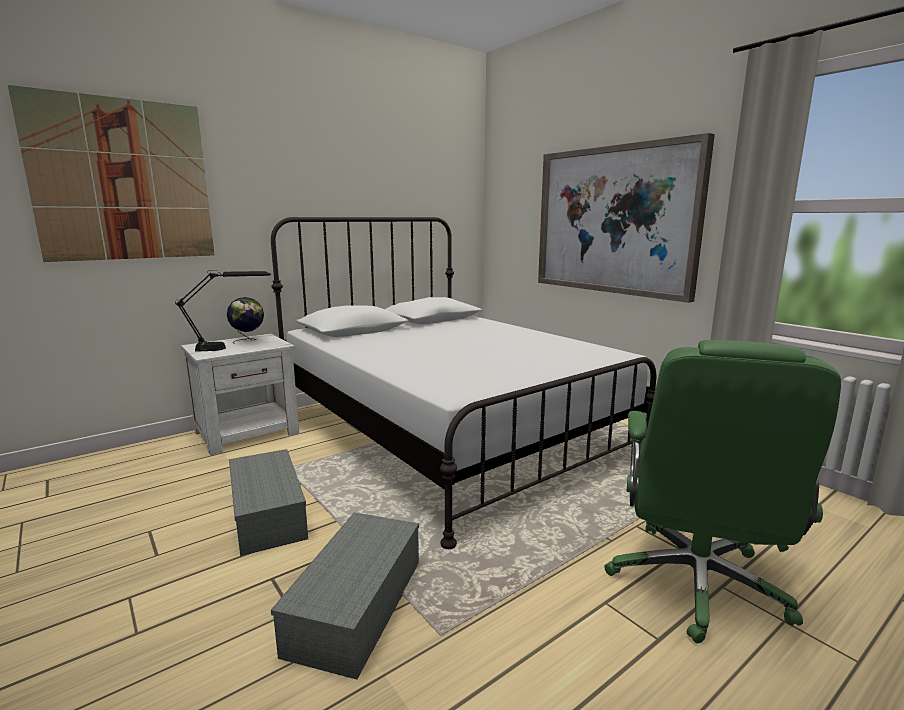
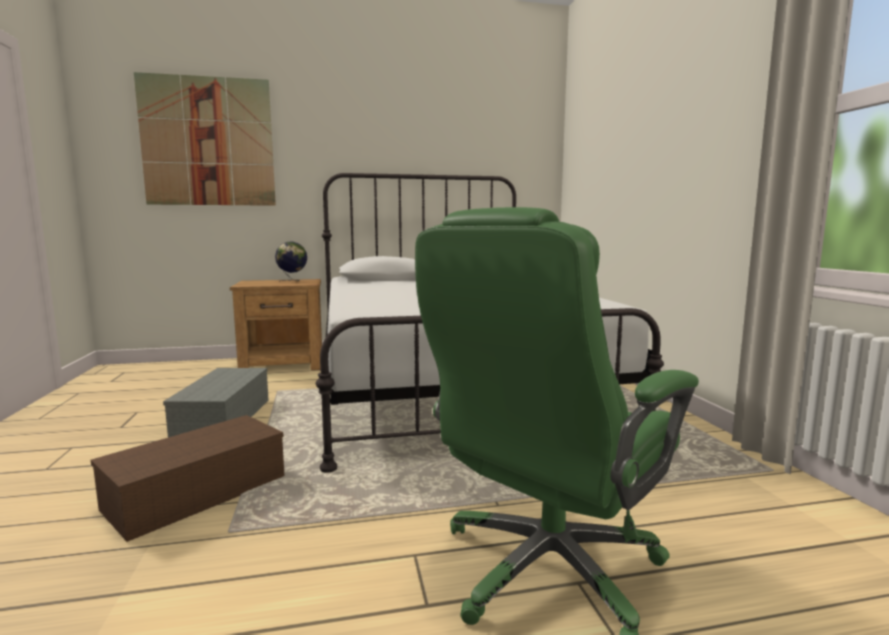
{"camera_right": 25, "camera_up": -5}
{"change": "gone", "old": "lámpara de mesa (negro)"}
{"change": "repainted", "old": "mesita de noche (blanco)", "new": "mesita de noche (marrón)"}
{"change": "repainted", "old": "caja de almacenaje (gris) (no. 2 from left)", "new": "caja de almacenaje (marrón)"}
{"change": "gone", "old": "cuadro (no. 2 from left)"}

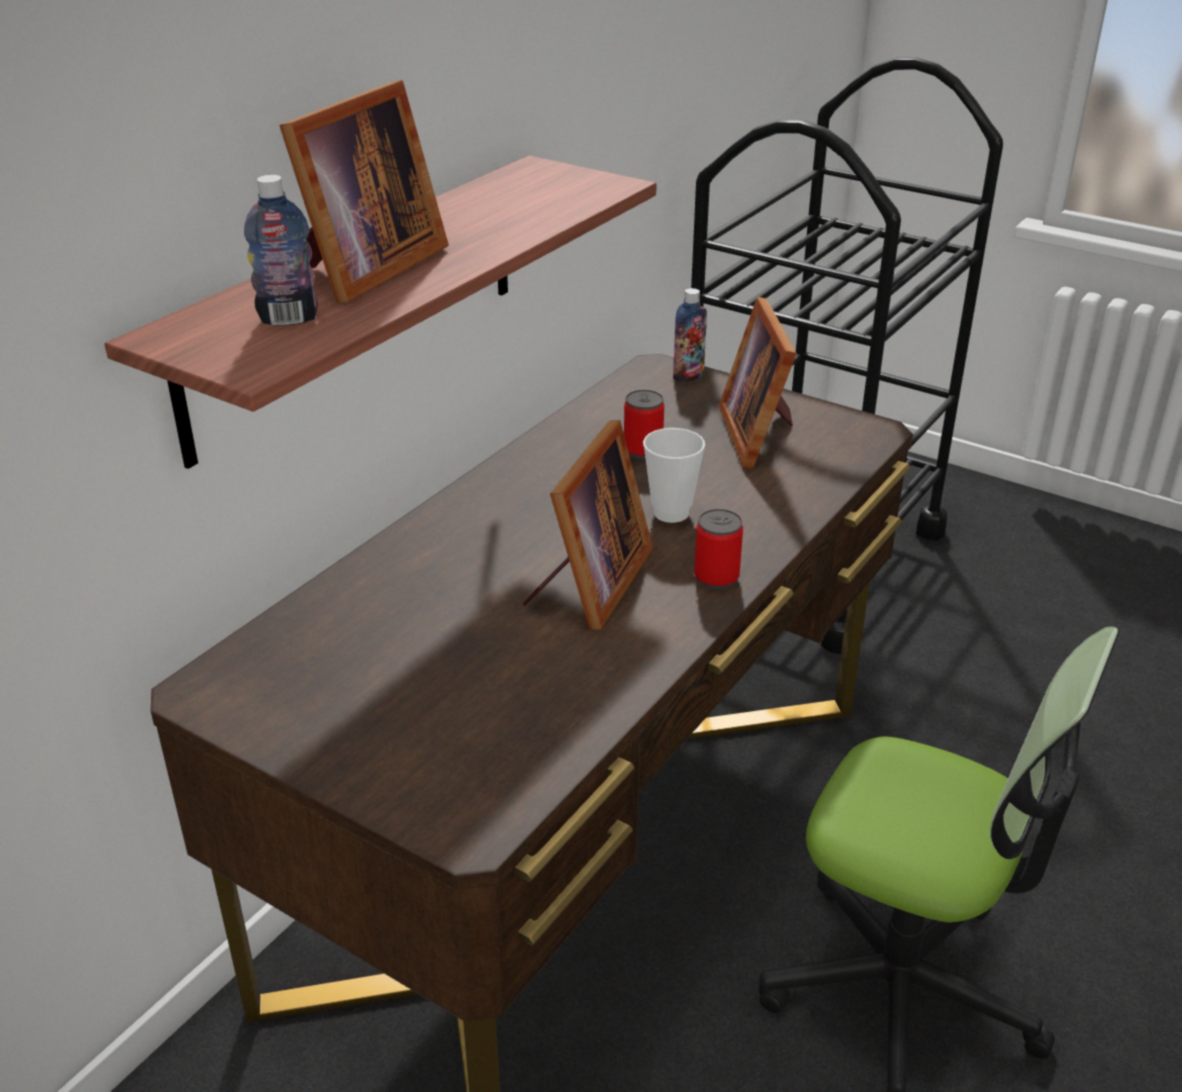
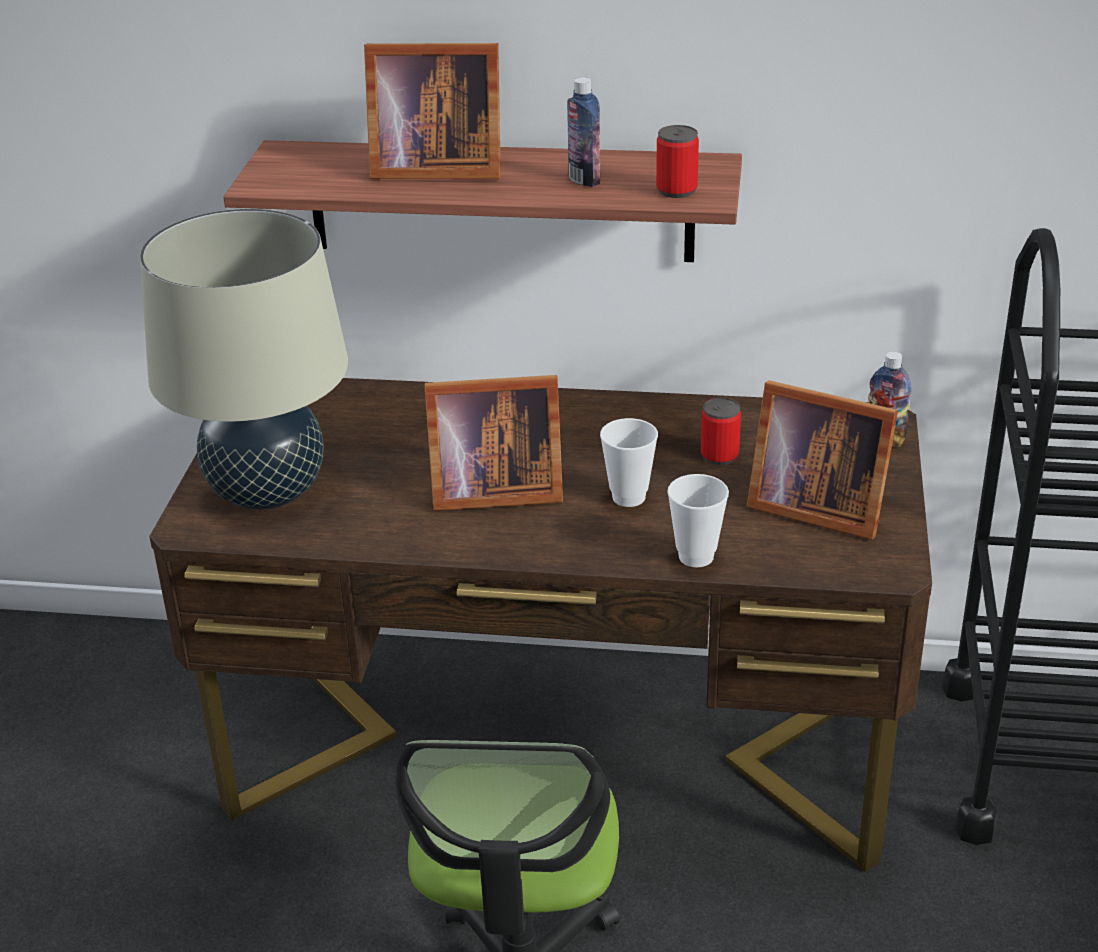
{"camera_right": 65, "camera_up": 0}
{"change": "shifted", "old": "botella (no. 1 from left)"}
{"change": "shifted", "old": "lata (no. 2 from left in the first image)", "new": "lata (no. 1 from left)"}
{"change": "rotated", "old": "portarretratos (no. 3 from left)", "degrees": -120}
{"change": "new", "new": "lámpara de mesa (beis)"}
{"change": "new", "new": "taza (no. 2 from left)"}

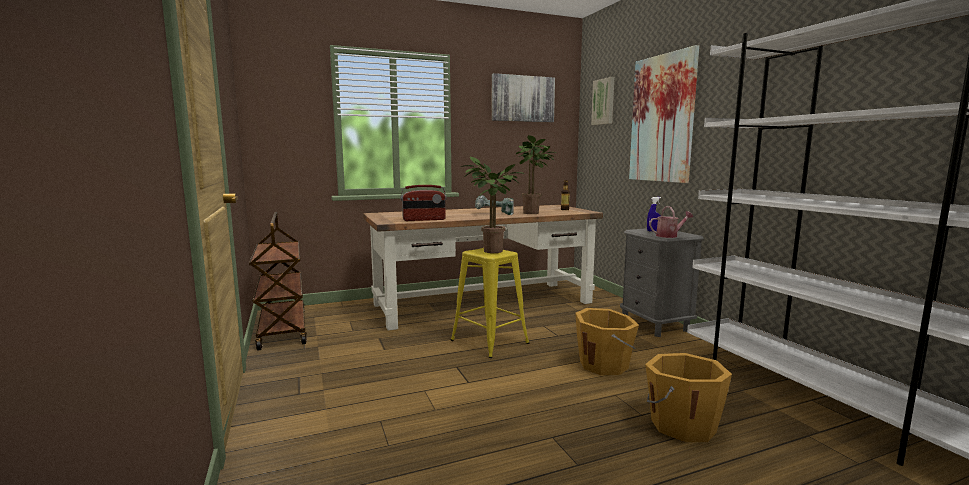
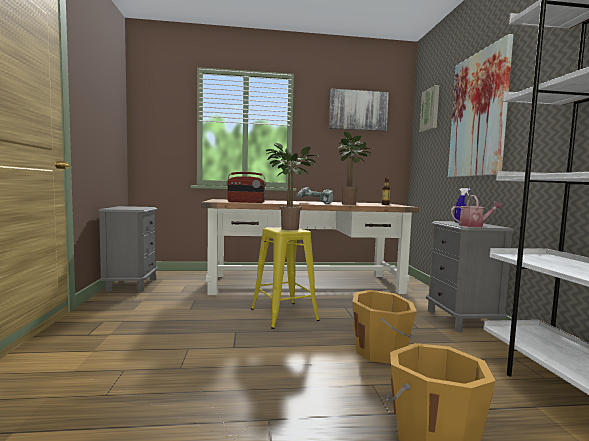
{"camera_right": 15, "camera_up": -5}
{"change": "swapped", "old": "carrito (marrón)", "new": "mesita de noche (gris) (no. 1 from left)"}

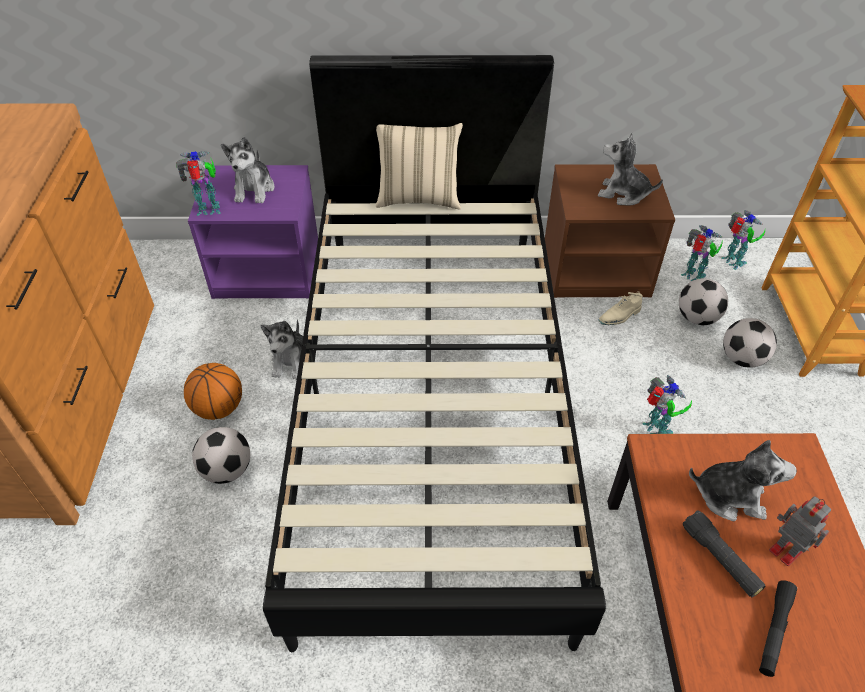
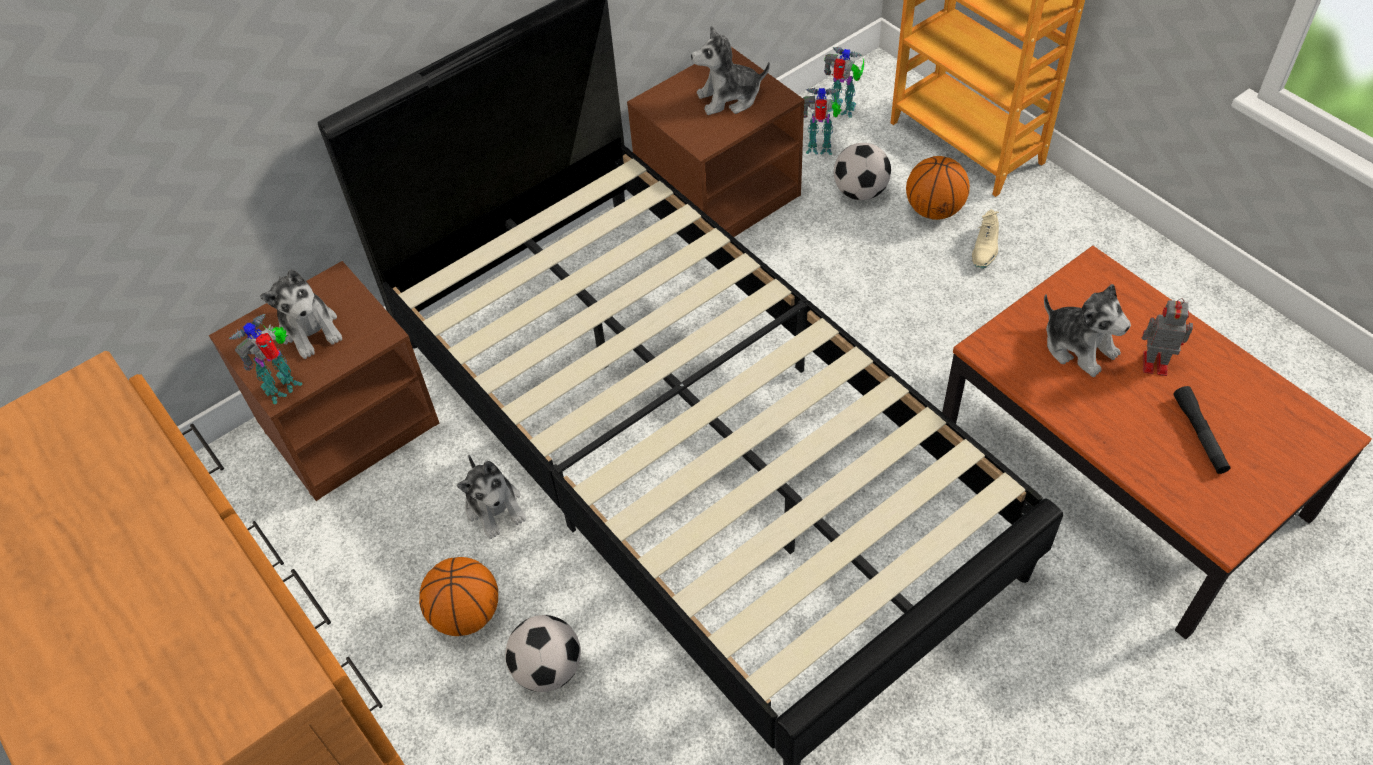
{"camera_right": -35, "camera_up": 5}
{"change": "repainted", "old": "mesita de noche (morado)", "new": "mesita de noche (marrón) (no. 1 from left)"}
{"change": "gone", "old": "cojín (beis)"}
{"change": "shifted", "old": "zapato (beis)"}
{"change": "gone", "old": "robot de juguete (no. 2 from left)"}
{"change": "gone", "old": "linterna (negro) (no. 1 from left)"}
{"change": "rotated", "old": "peluche (no. 4 from left)", "degrees": 75}
{"change": "swapped", "old": "balón de fútbol (no. 3 from left)", "new": "balón de baloncesto (no. 2 from left)"}

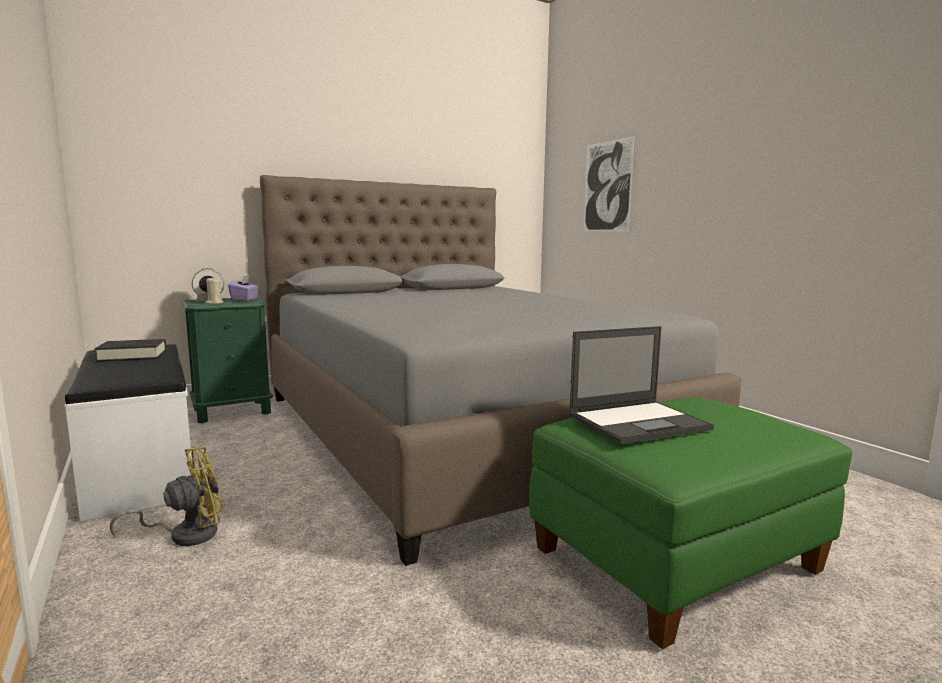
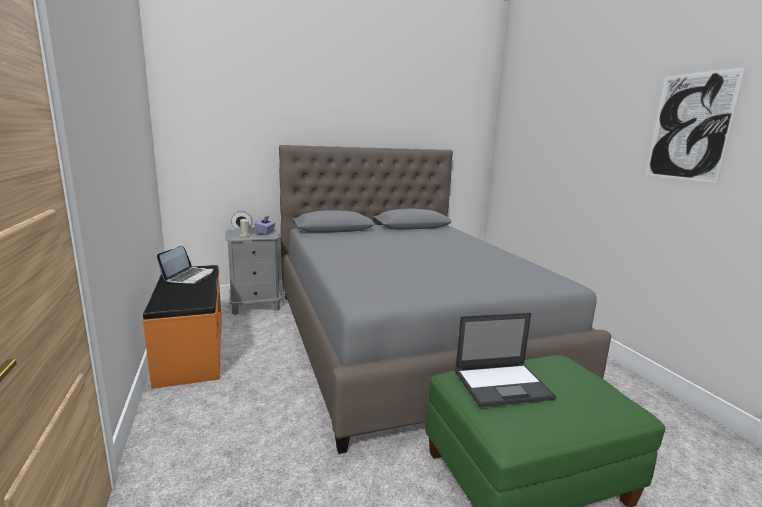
{"camera_right": 10, "camera_up": 5}
{"change": "repainted", "old": "banco (blanco)", "new": "banco (naranja)"}
{"change": "swapped", "old": "libro (negro)", "new": "portátil (no. 1 from left)"}
{"change": "gone", "old": "ventilador (amarillo)"}
{"change": "repainted", "old": "mesita de noche (verde)", "new": "mesita de noche (gris)"}
{"change": "shifted", "old": "cuadro"}

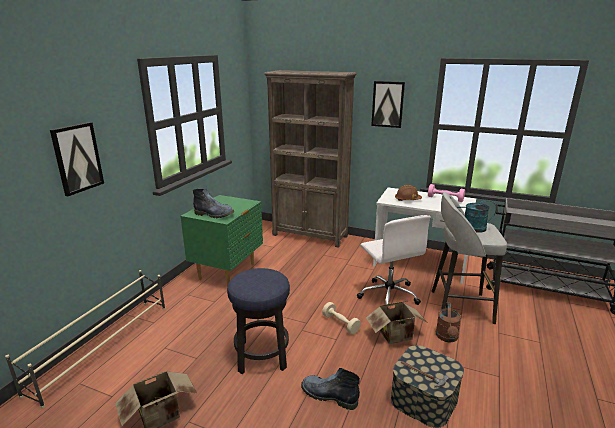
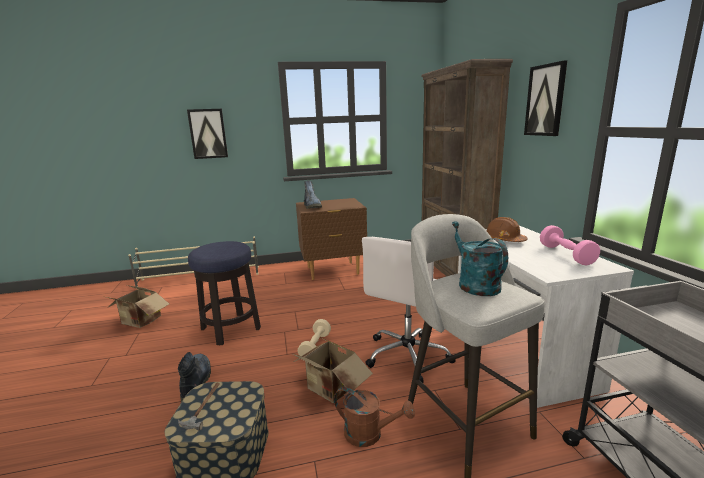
{"camera_right": 55, "camera_up": -5}
{"change": "repainted", "old": "mesita de noche (verde)", "new": "mesita de noche (marrón)"}
{"change": "rotated", "old": "regadera (marrón)", "degrees": -135}

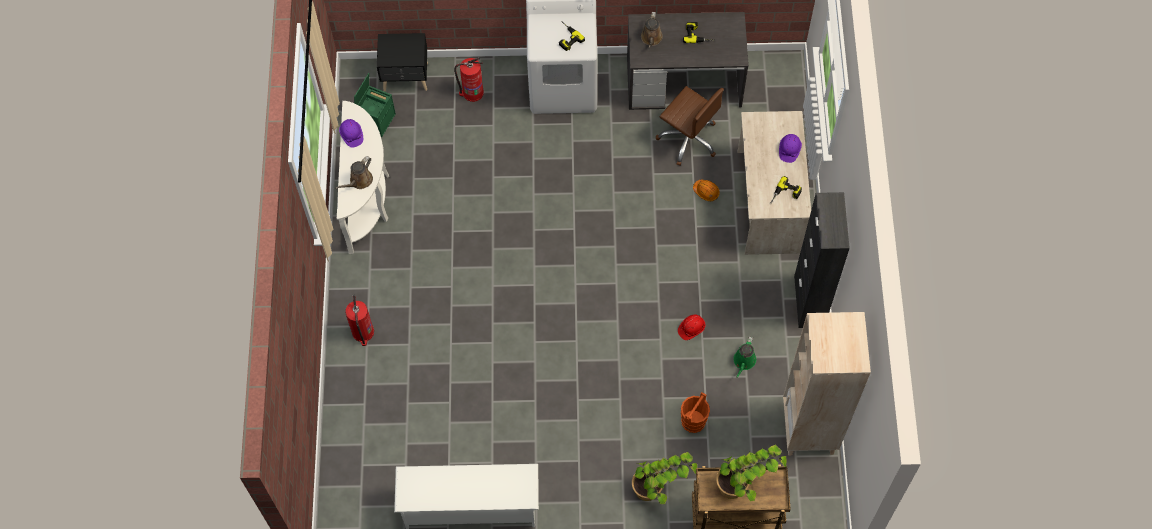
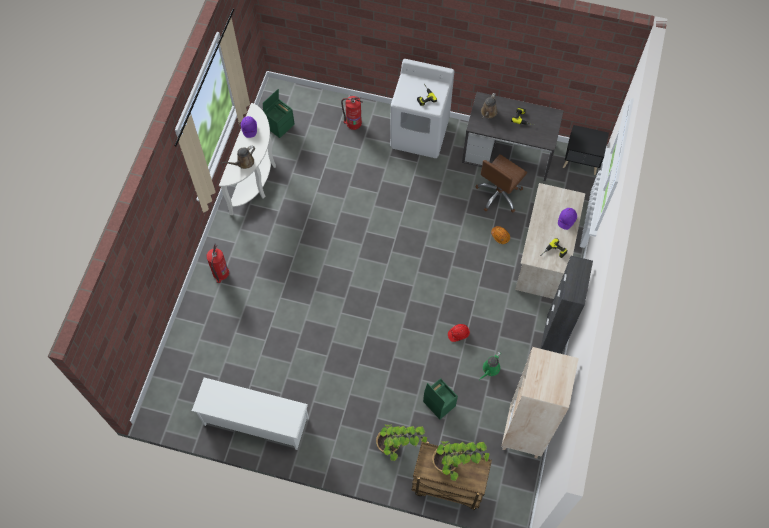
{"camera_right": 15, "camera_up": 0}
{"change": "shifted", "old": "mesita de noche (negro)"}
{"change": "rotated", "old": "silla de oficina (marrón)", "degrees": 75}
{"change": "swapped", "old": "cubo (naranja)", "new": "caja de almacenaje (verde) (no. 2 from left)"}

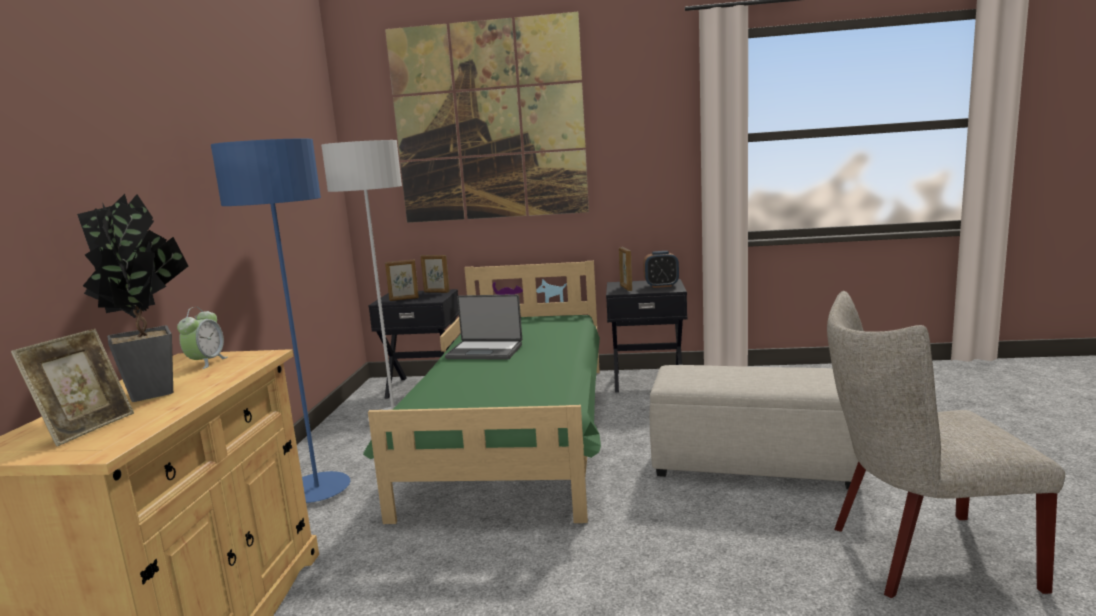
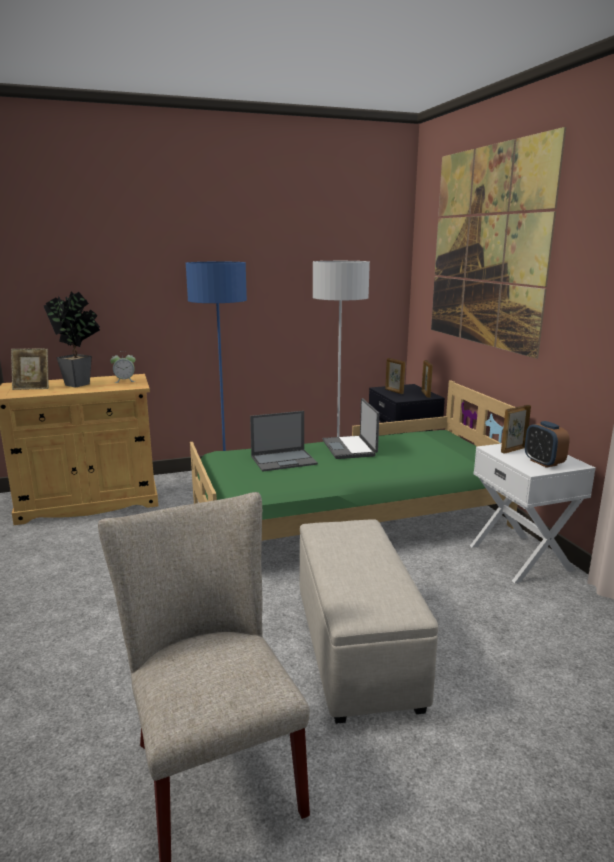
{"camera_right": 65, "camera_up": 5}
{"change": "repainted", "old": "mesita de noche (negro) (no. 2 from left)", "new": "mesita de noche (blanco)"}
{"change": "new", "new": "portátil (no. 1 from left)"}

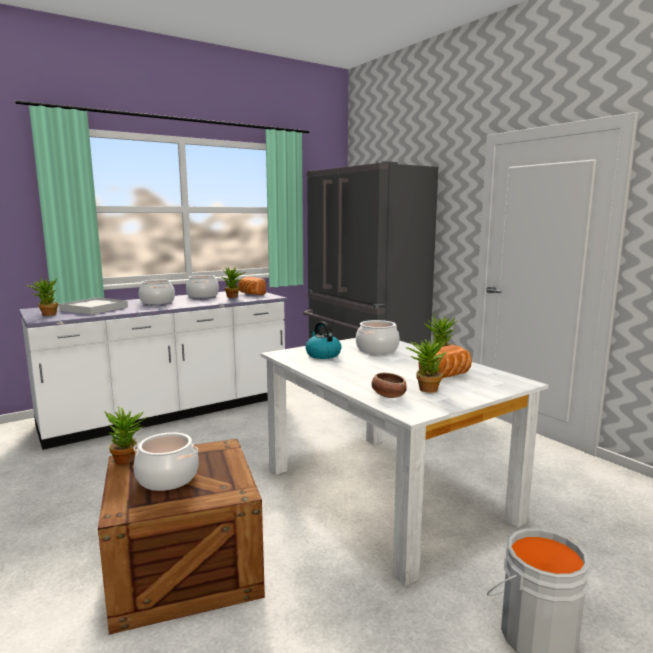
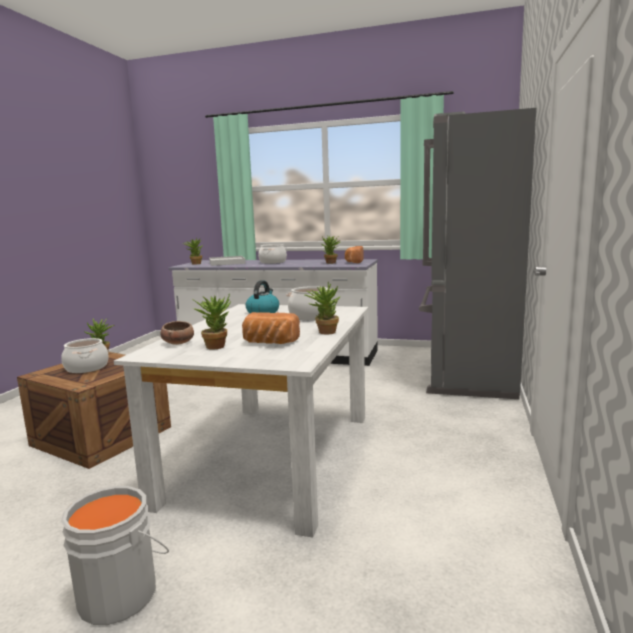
{"camera_right": 50, "camera_up": 0}
{"change": "gone", "old": "olla (no. 3 from left)"}

